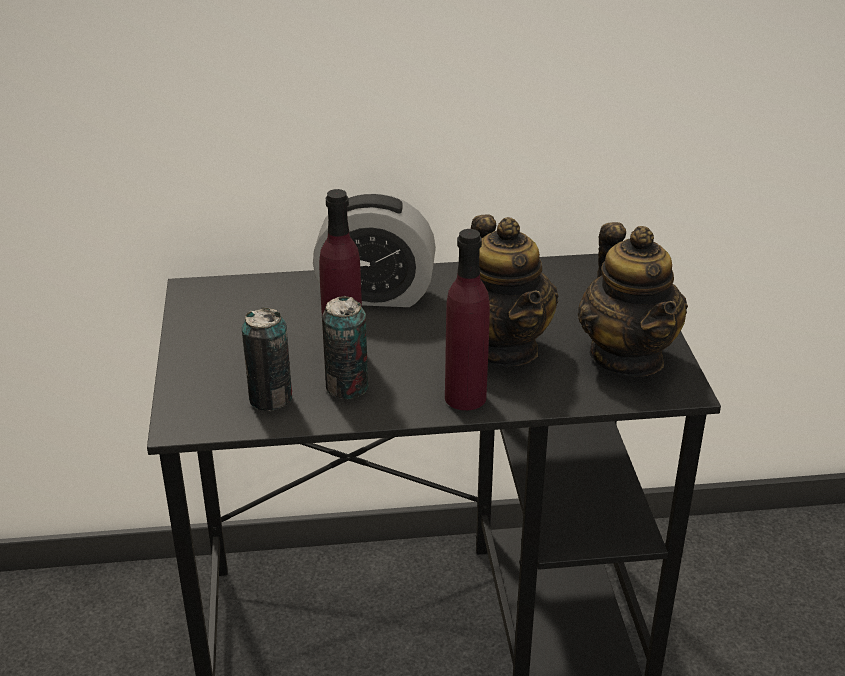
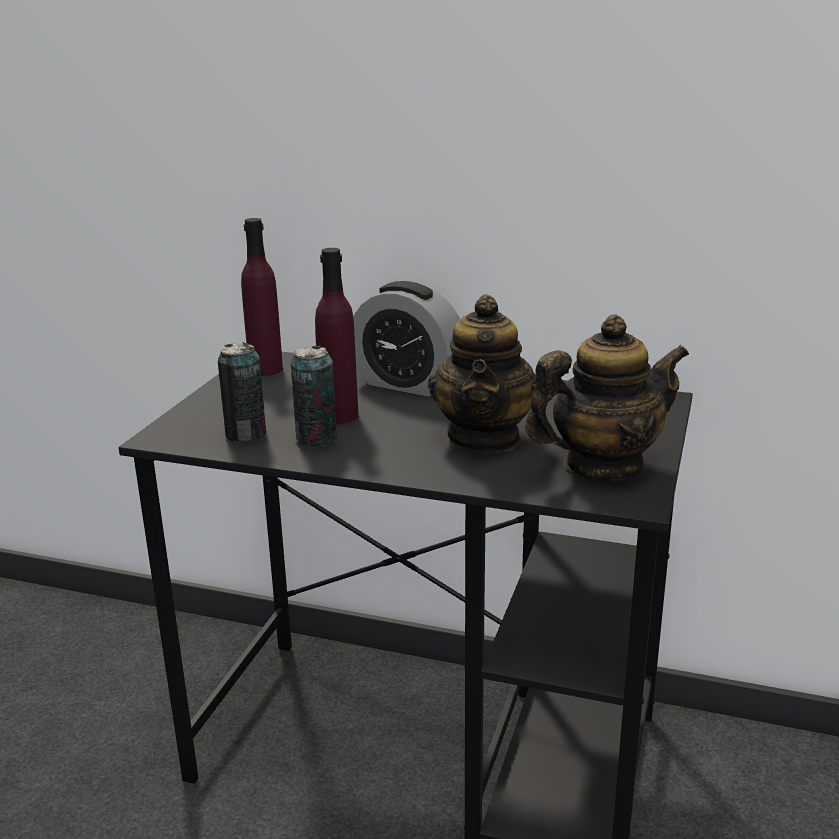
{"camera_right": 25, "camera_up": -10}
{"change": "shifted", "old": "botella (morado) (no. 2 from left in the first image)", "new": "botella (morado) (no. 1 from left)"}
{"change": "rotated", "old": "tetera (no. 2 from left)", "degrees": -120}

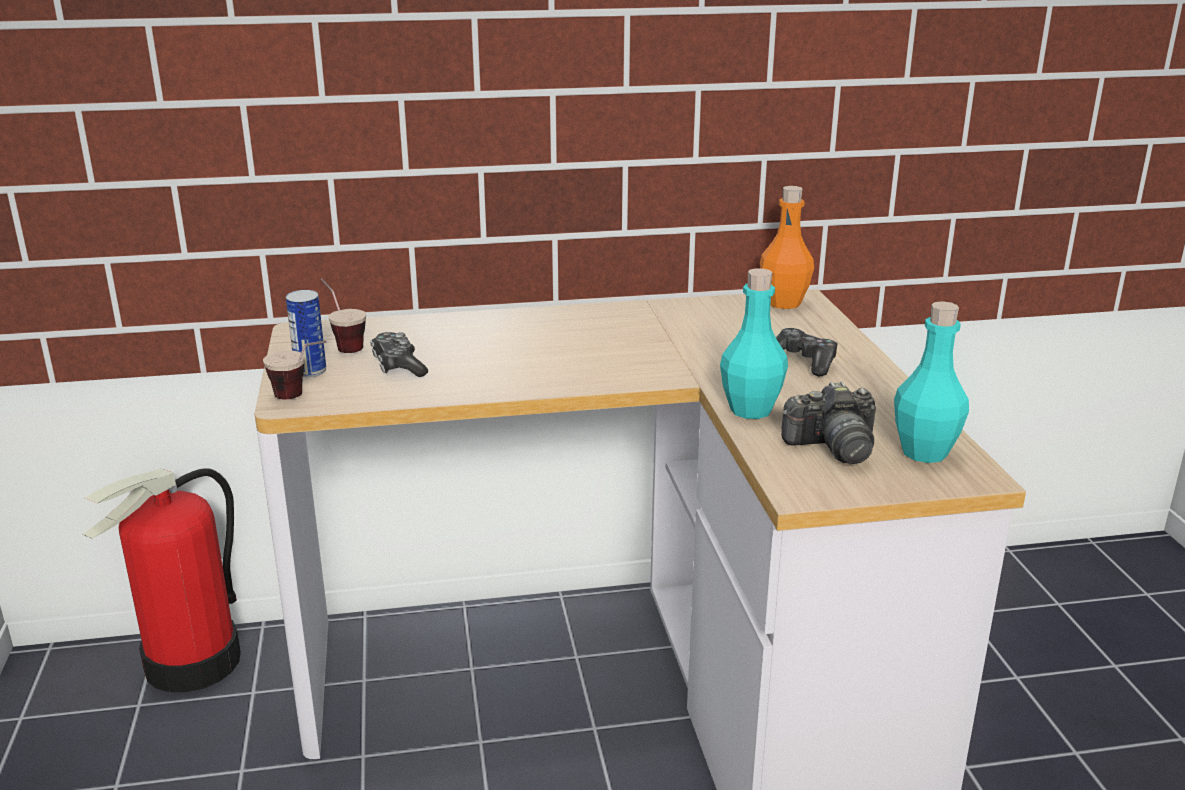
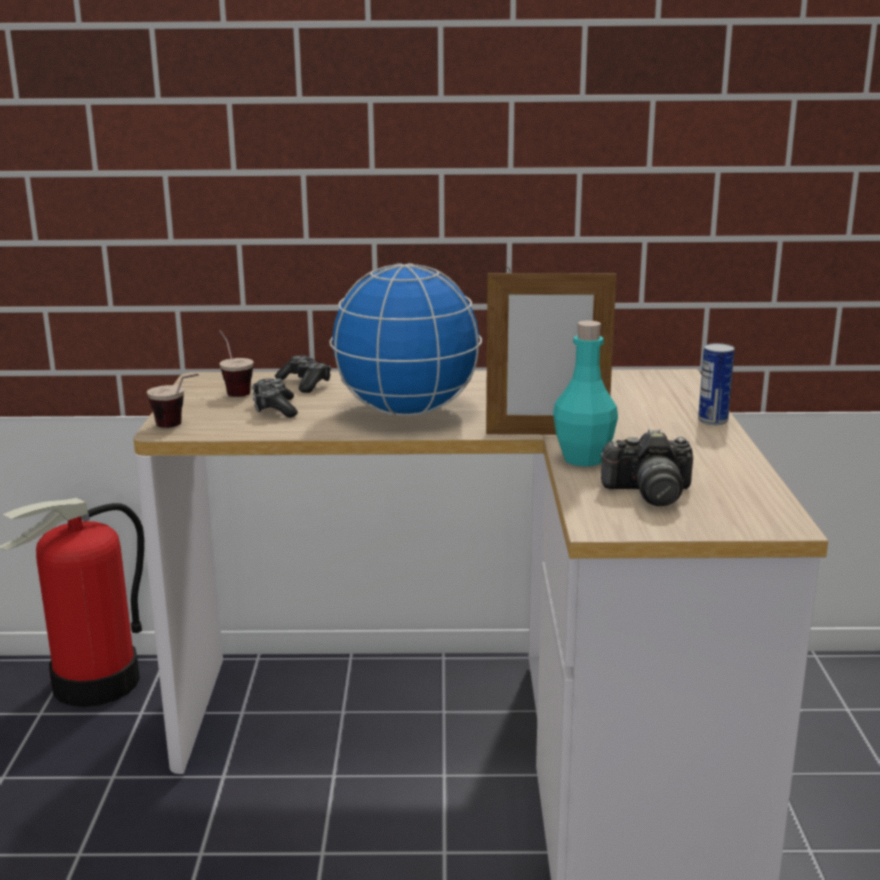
{"camera_right": 10, "camera_up": -5}
{"change": "shifted", "old": "lata"}
{"change": "gone", "old": "botella (naranja)"}
{"change": "shifted", "old": "mando de consola (no. 2 from left)"}
{"change": "gone", "old": "botella (turquesa) (no. 2 from left)"}
{"change": "new", "new": "globo terráqueo"}
{"change": "new", "new": "portarretratos"}

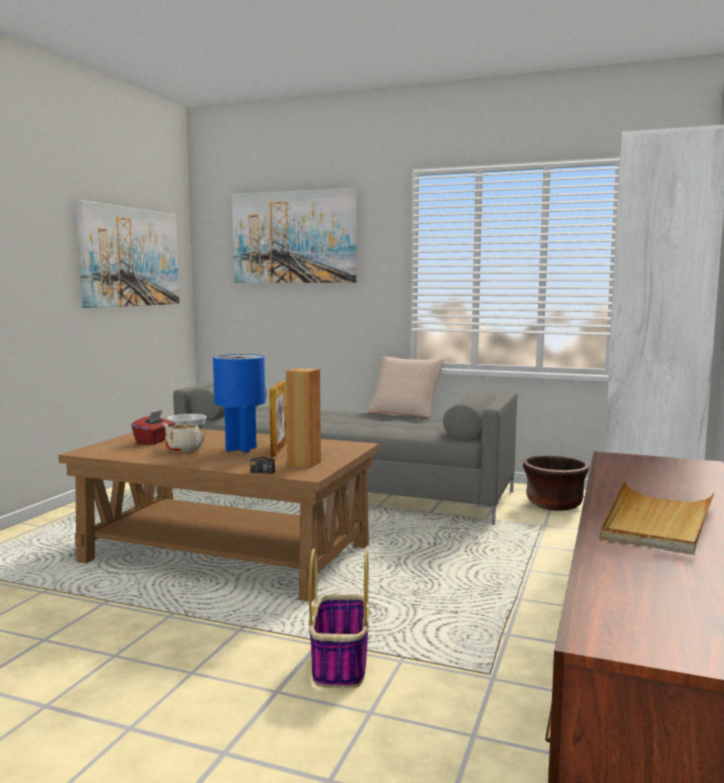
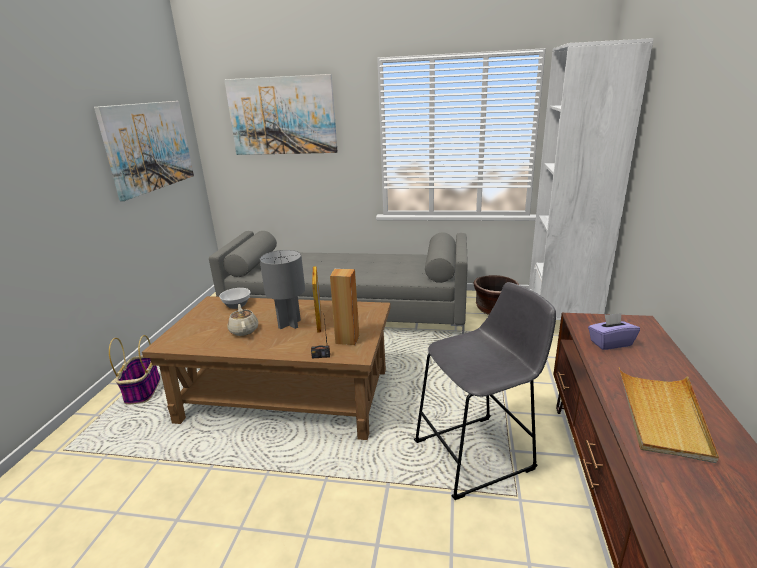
{"camera_right": -10, "camera_up": 15}
{"change": "gone", "old": "caja de pañuelos (rojo)"}
{"change": "rotated", "old": "tetera (beis)", "degrees": 45}
{"change": "repainted", "old": "lámpara de mesa (azul)", "new": "lámpara de mesa (gris)"}
{"change": "shifted", "old": "cesta"}
{"change": "gone", "old": "cojín (beis)"}
{"change": "new", "new": "taburete (gris)"}
{"change": "new", "new": "caja de pañuelos (morado)"}

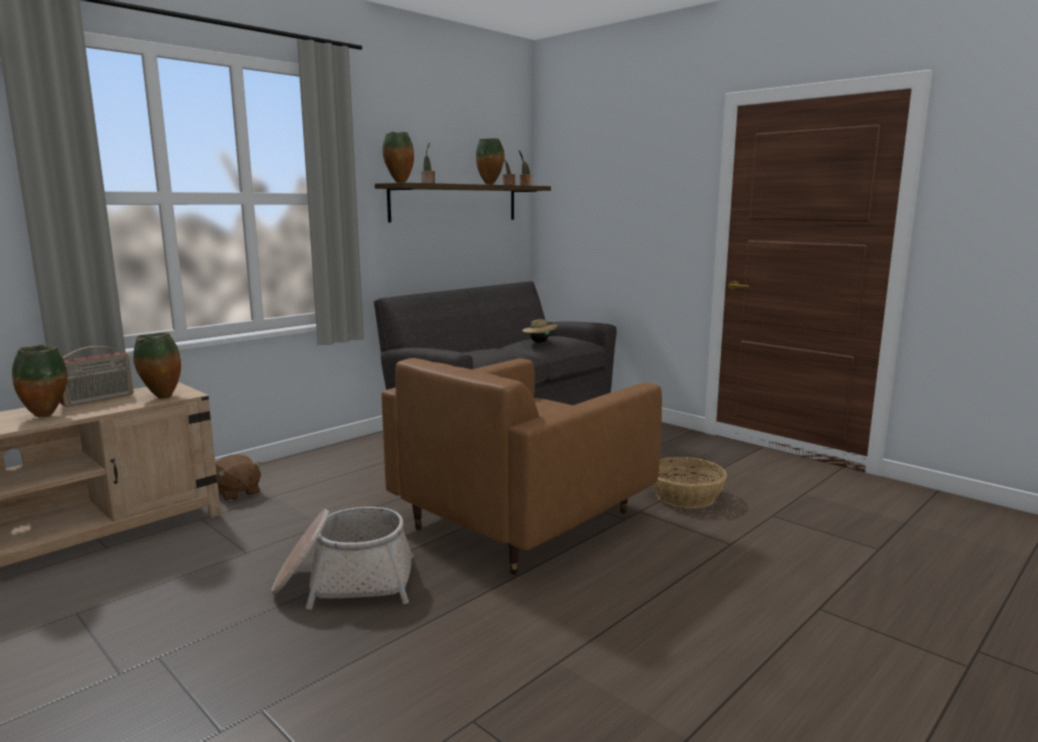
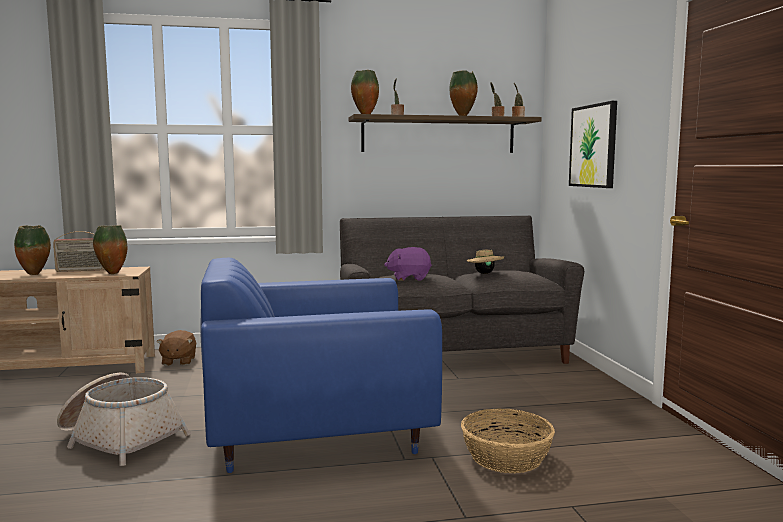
{"camera_right": 35, "camera_up": -5}
{"change": "repainted", "old": "sillón (marrón)", "new": "sillón (azul)"}
{"change": "new", "new": "peluche (morado)"}
{"change": "new", "new": "cuadro"}

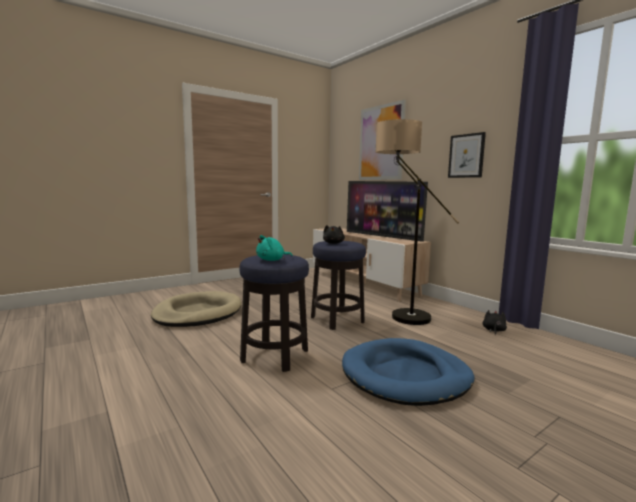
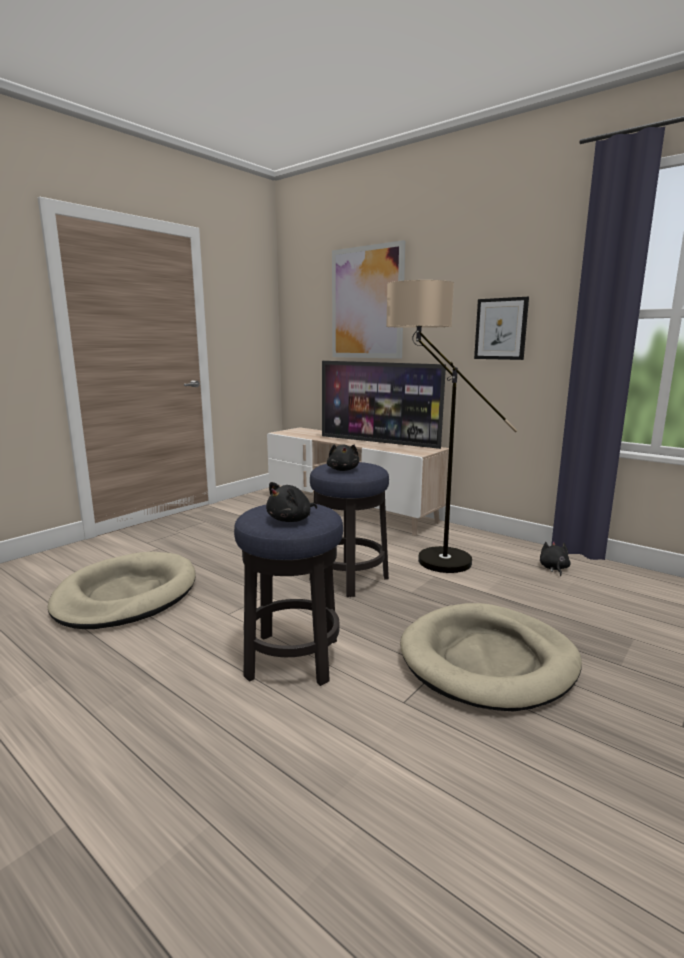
{"camera_right": -15, "camera_up": 5}
{"change": "repainted", "old": "peluche (turquesa)", "new": "peluche (negro) (no. 1 from left)"}
{"change": "repainted", "old": "cama para perro (azul)", "new": "cama para perro (beis) (no. 2 from left)"}

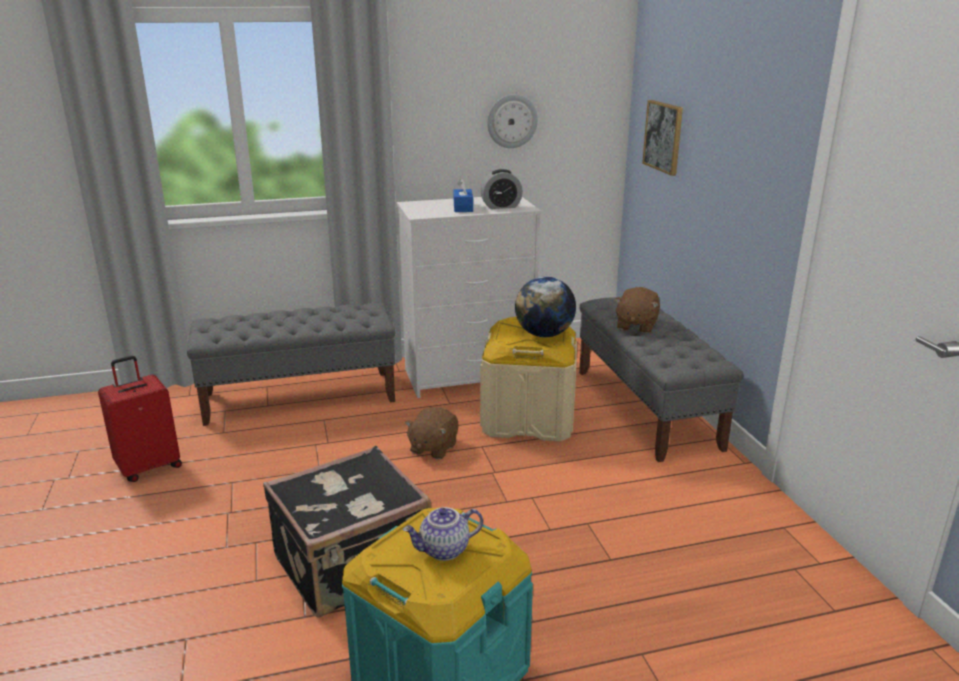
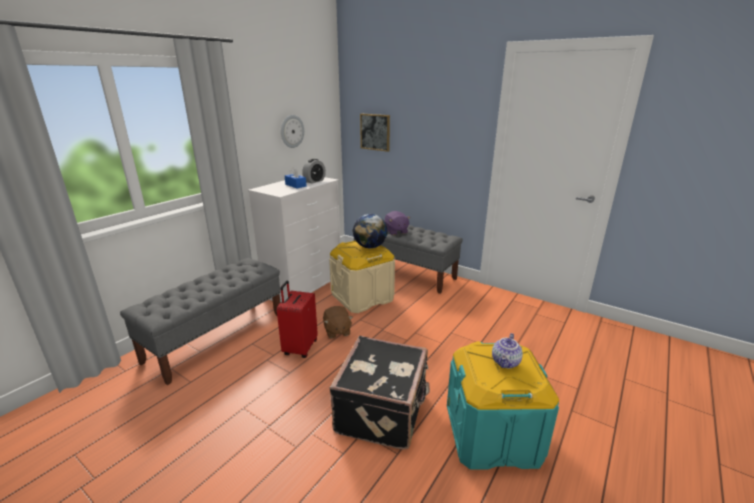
{"camera_right": -40, "camera_up": 0}
{"change": "shifted", "old": "maleta (rojo)"}
{"change": "repainted", "old": "peluche (marrón) (no. 2 from left)", "new": "peluche (morado)"}

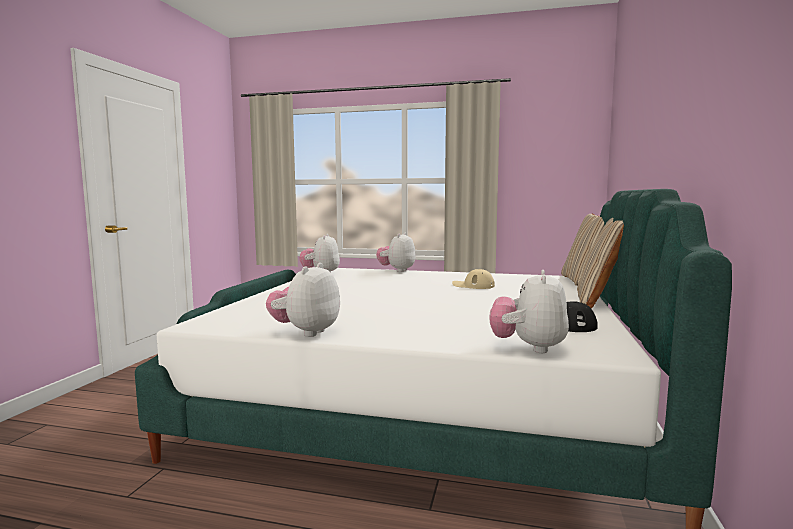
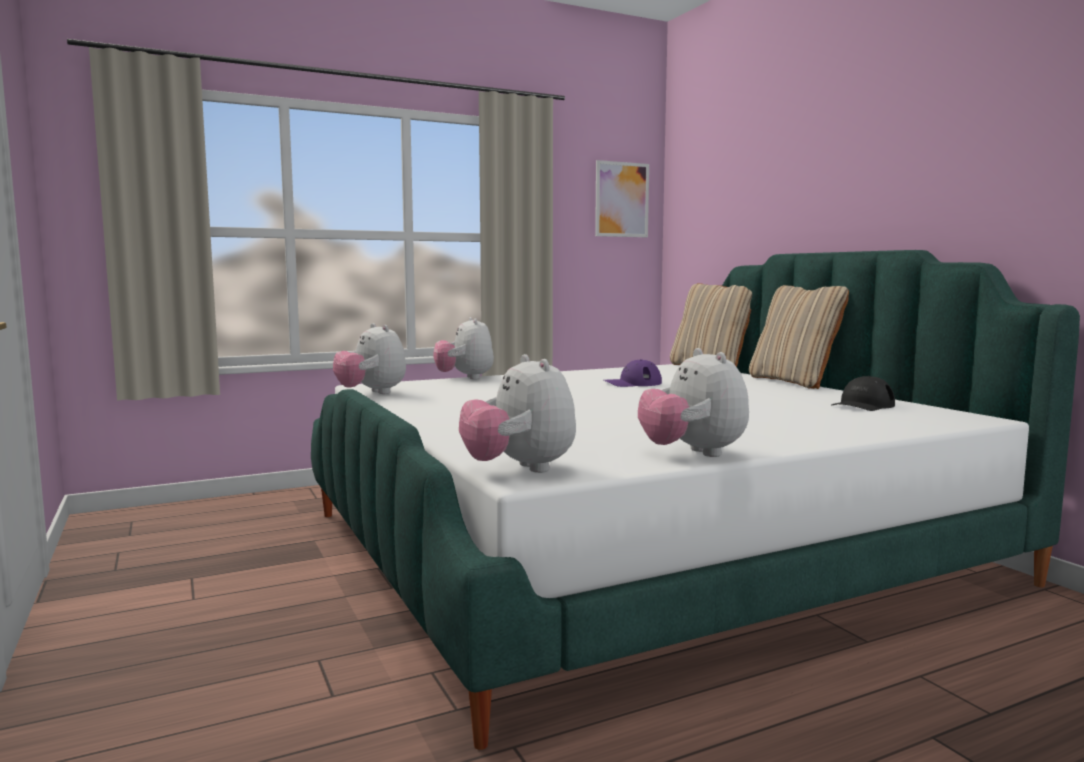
{"camera_right": -40, "camera_up": 0}
{"change": "repainted", "old": "gorra (beis)", "new": "gorra (morado)"}
{"change": "shifted", "old": "peluche (no. 4 from left in the first image)", "new": "peluche (no. 3 from left)"}
{"change": "new", "new": "cuadro"}

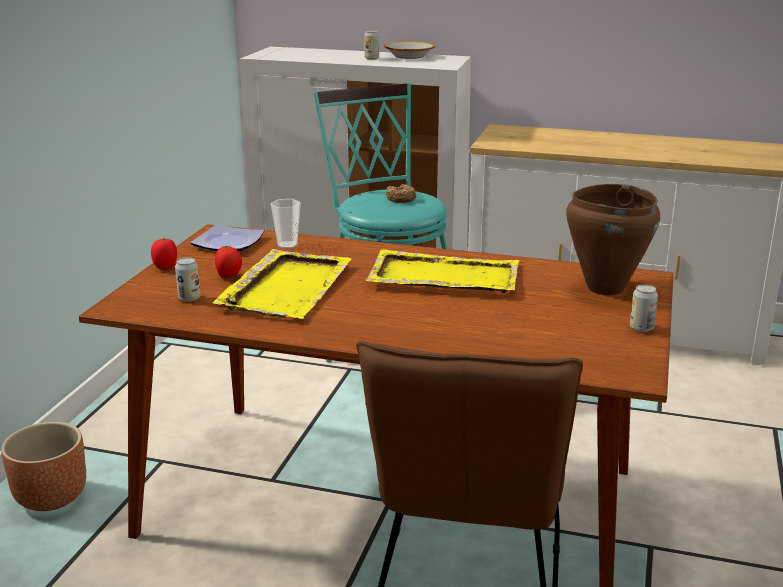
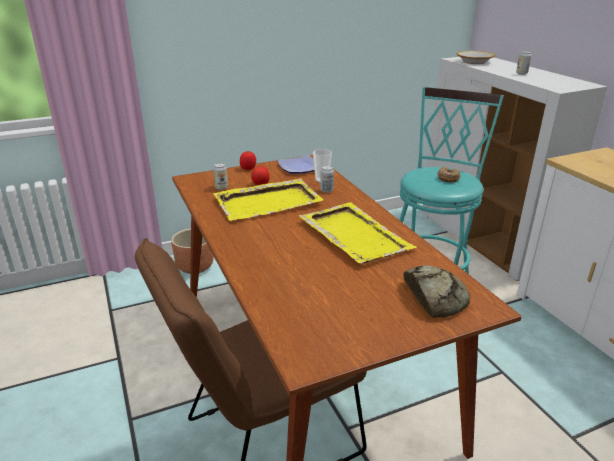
{"camera_right": 50, "camera_up": 5}
{"change": "shifted", "old": "cuenco"}
{"change": "swapped", "old": "olla (marrón)", "new": "pan"}
{"change": "shifted", "old": "lata (no. 3 from left in the first image)", "new": "lata (no. 2 from left)"}

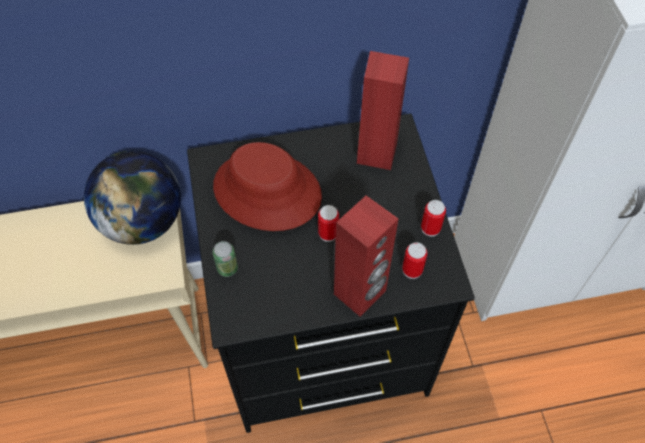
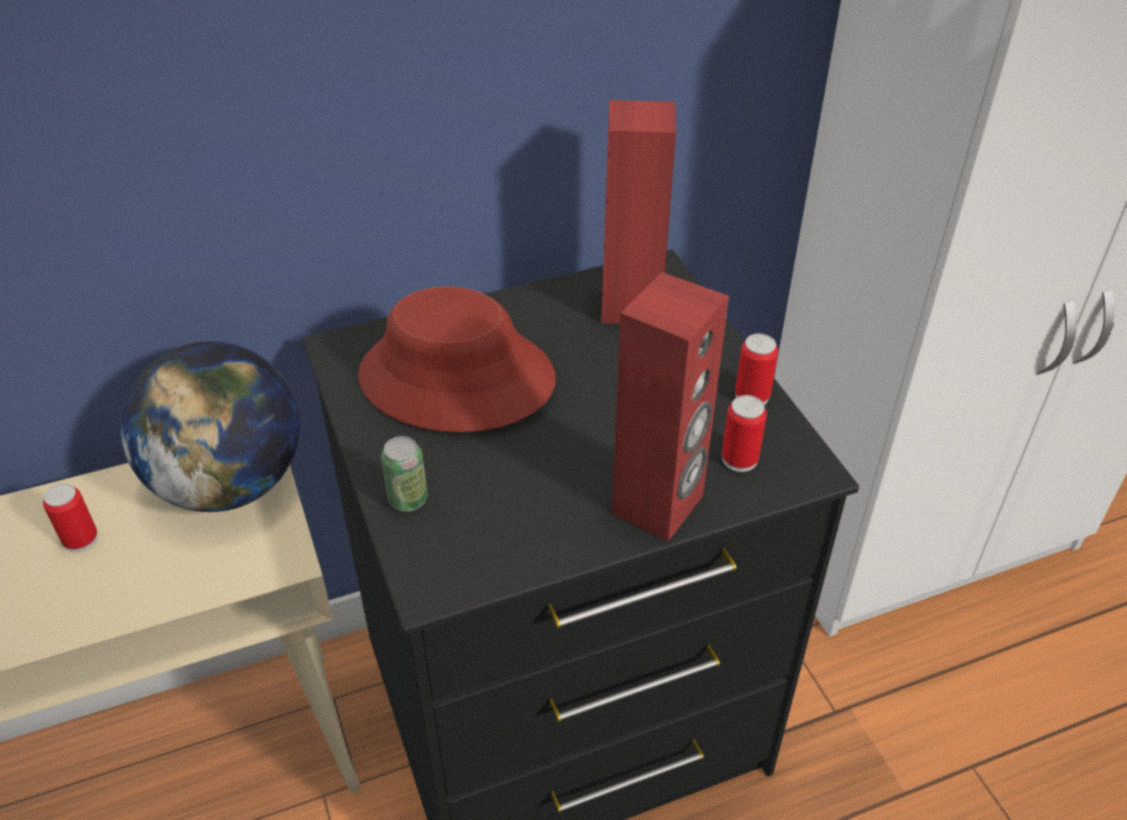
{"camera_right": -10, "camera_up": -15}
{"change": "shifted", "old": "lata (no. 2 from left in the first image)", "new": "lata (no. 1 from left)"}

